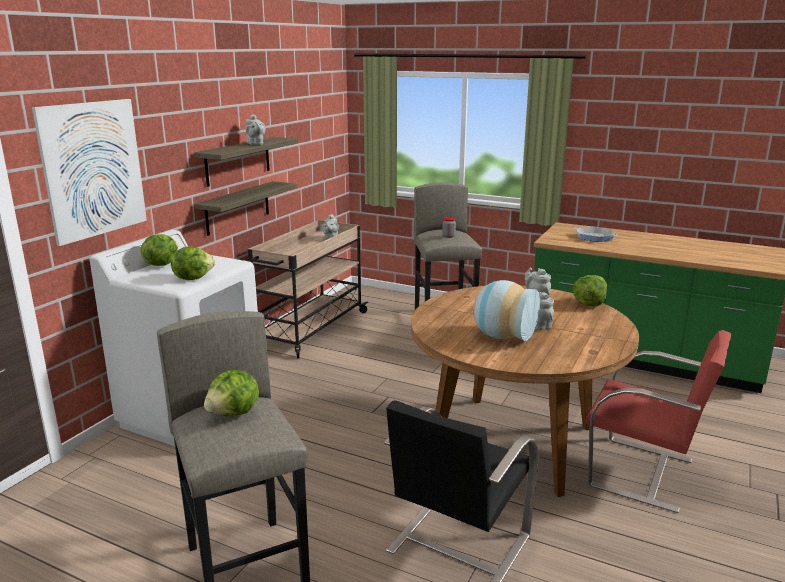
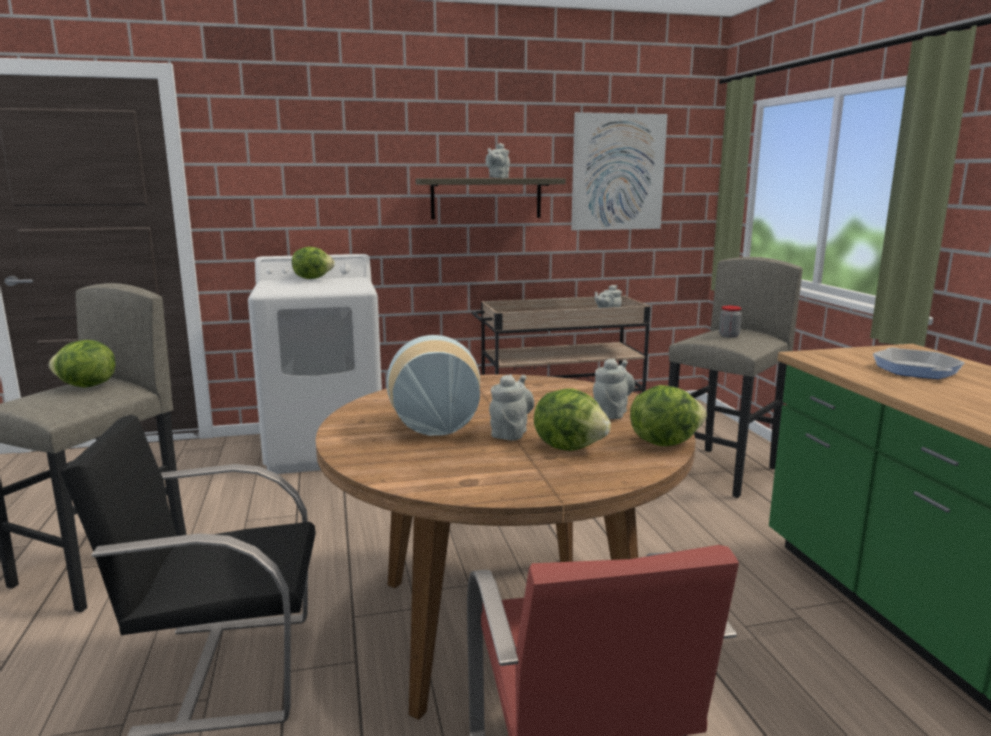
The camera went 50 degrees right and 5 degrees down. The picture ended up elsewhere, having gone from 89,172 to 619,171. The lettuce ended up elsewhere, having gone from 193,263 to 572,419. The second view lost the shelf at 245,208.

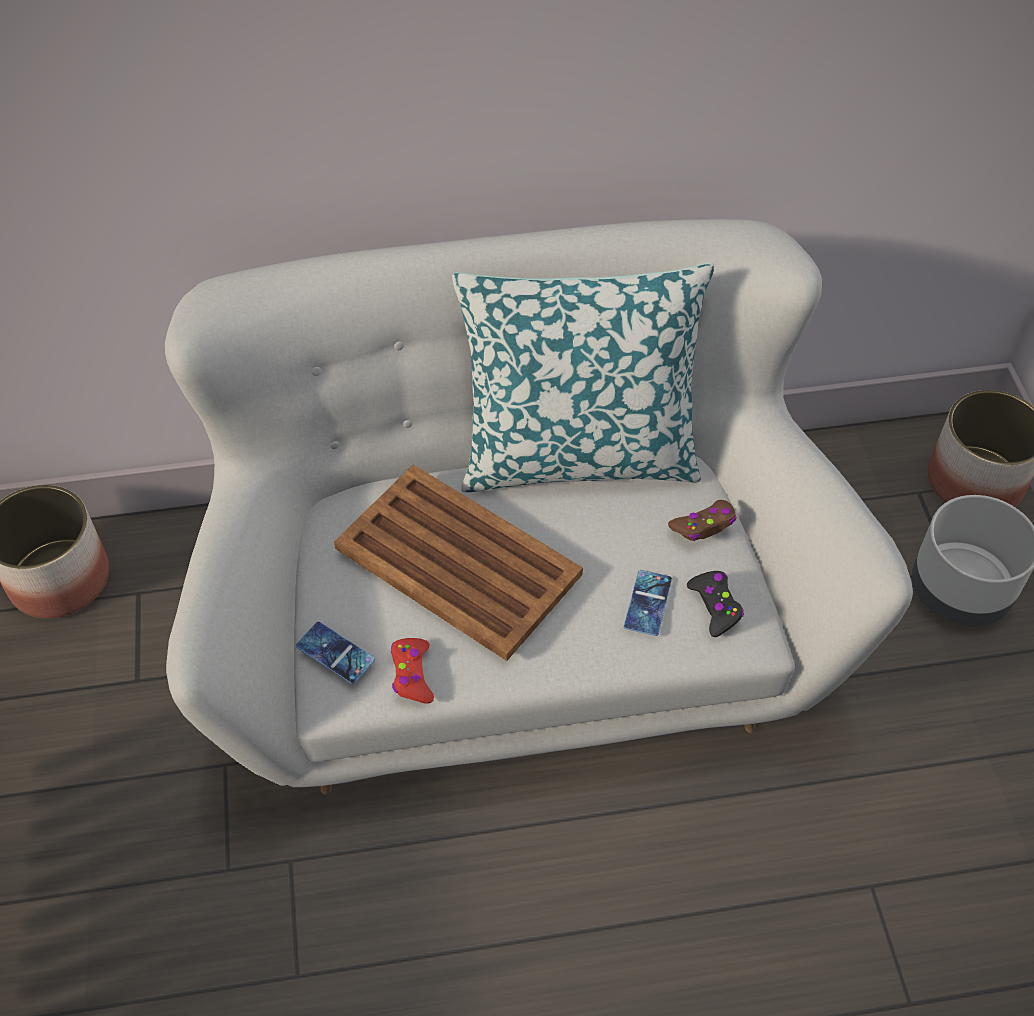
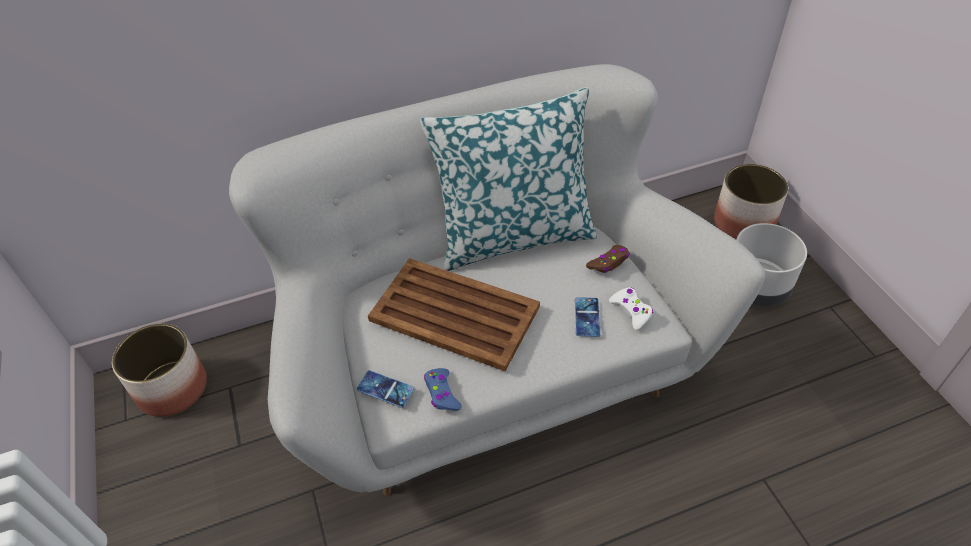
The camera went 10 degrees left and 5 degrees down. What was the red_game_controller at 412,671 turned into the blue_game_controller at 443,389. What was the black_game_controller at 715,604 turned into the white_game_controller at 631,308.

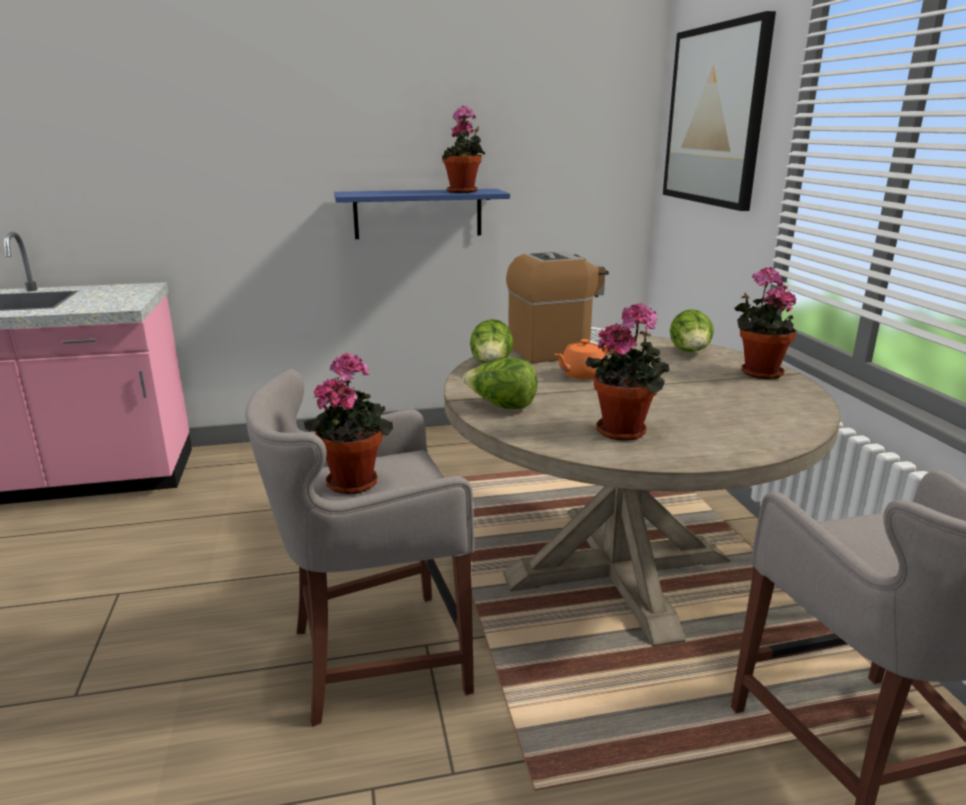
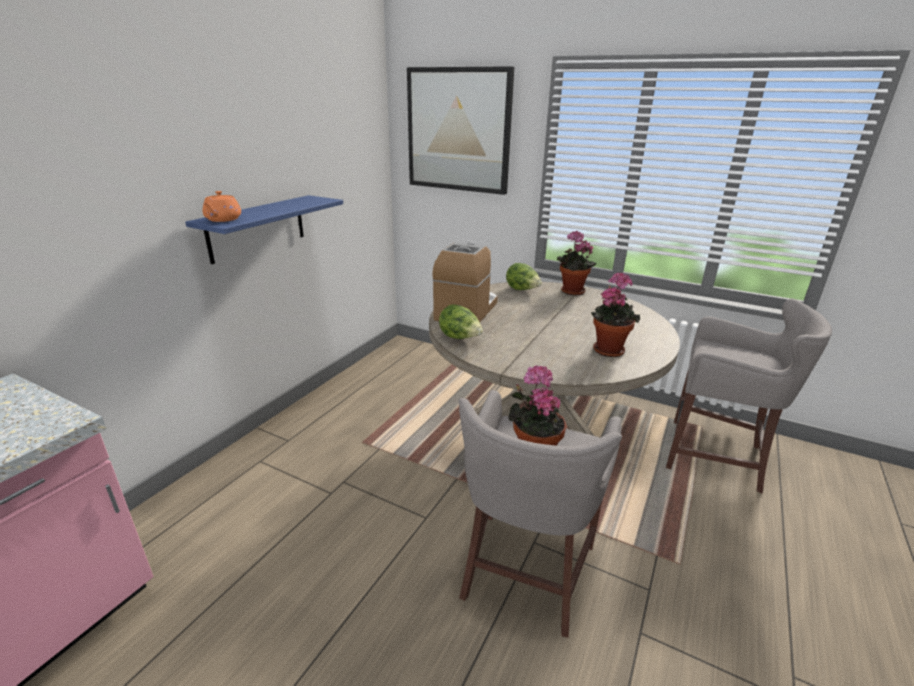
The camera went 50 degrees left and 5 degrees up. The second view lost the potted_plant at 463,149. The second view lost the lettuce at 500,383. The orange_teapot ended up elsewhere, having gone from 581,359 to 222,206.

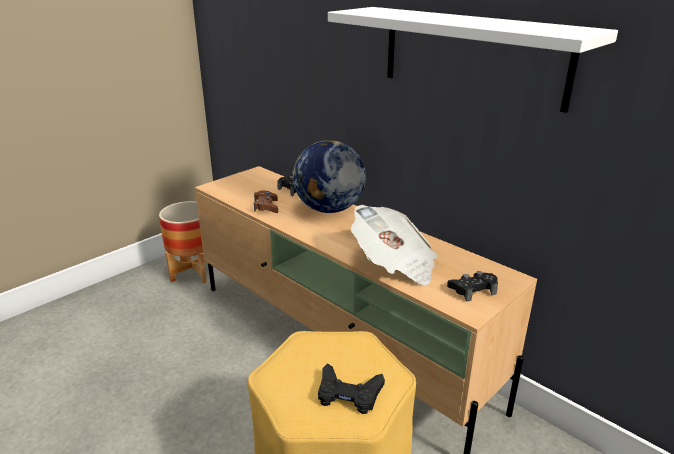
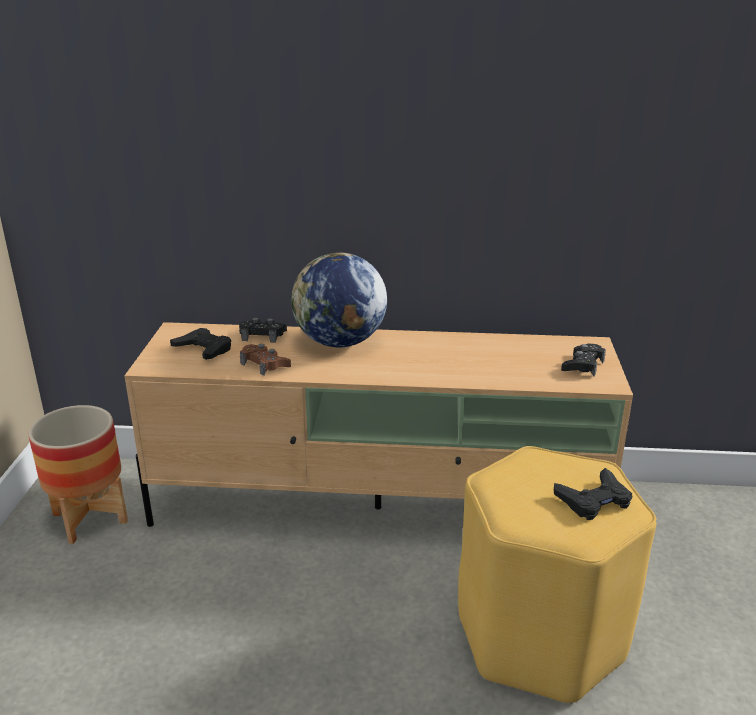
The camera went 40 degrees left and 0 degrees up. The second view lost the white_shelf at 473,60. The second view lost the newspaper at 394,245. The second view gained the black_game_controller at 200,344.

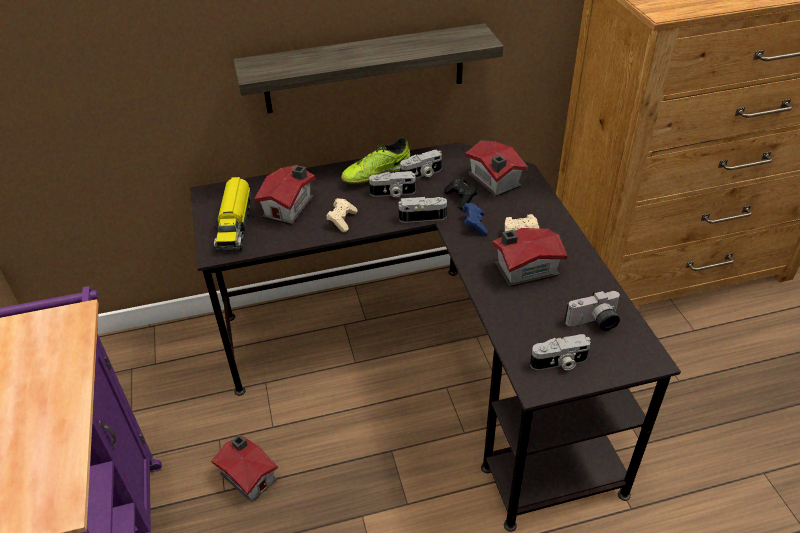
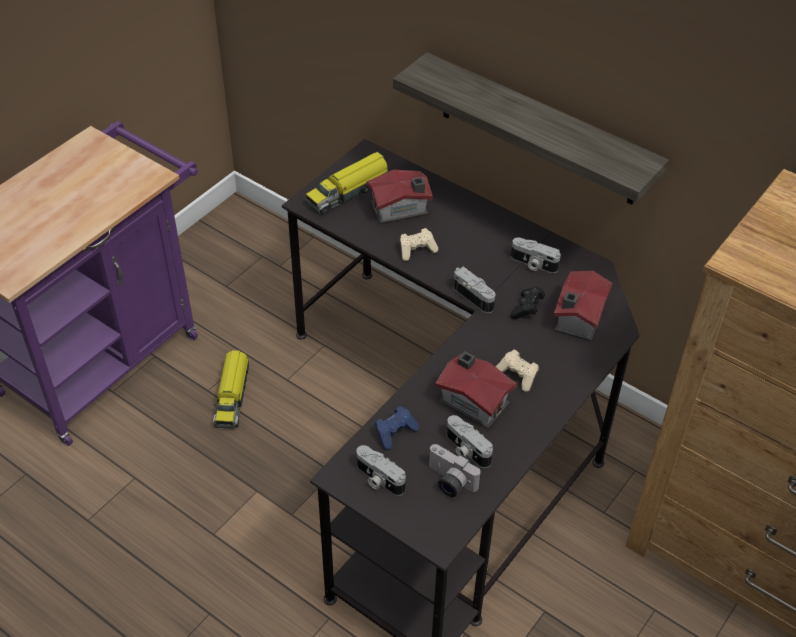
The camera went 50 degrees right and 5 degrees up. Where the toy_house stood at 244,469, the toy_truck came to stand at 231,389. The second view lost the shoe at 375,161. The photo_camera ended up elsewhere, having gone from 392,184 to 469,441. The blue_game_controller ended up elsewhere, having gone from 475,219 to 396,428.

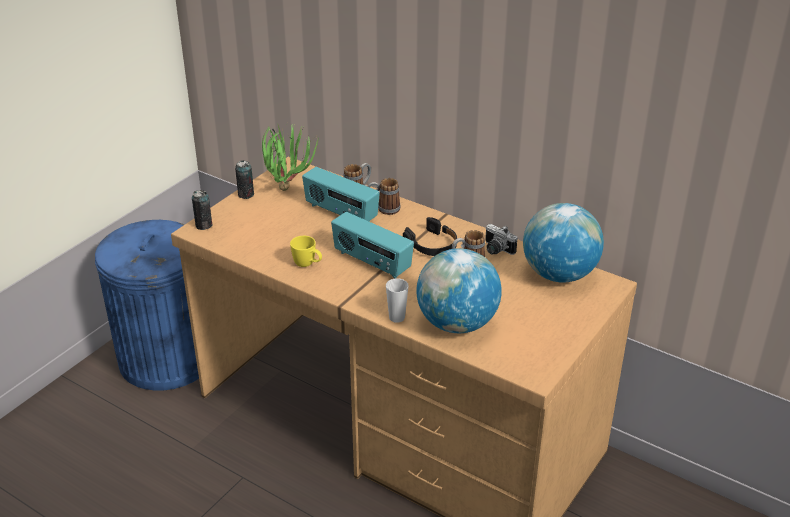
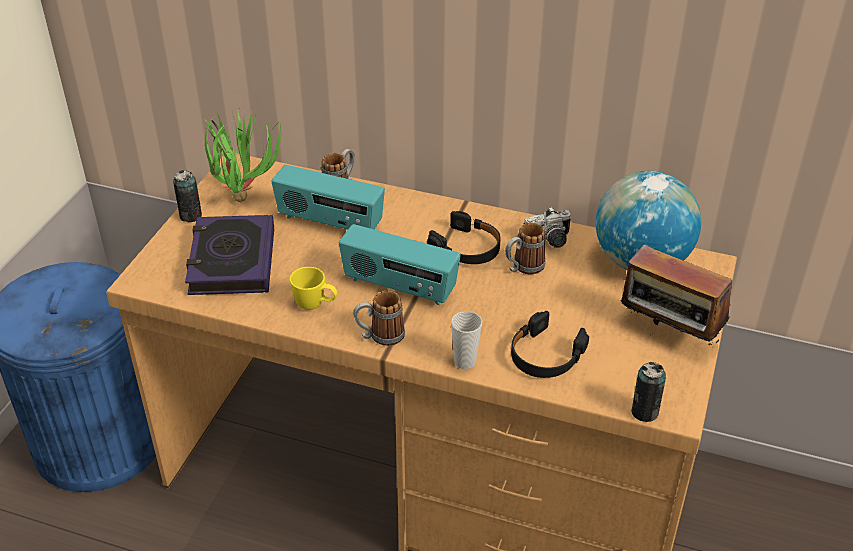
The camera went 15 degrees left and 5 degrees up. The can ended up elsewhere, having gone from 202,210 to 648,392. The mug ended up elsewhere, having gone from 384,196 to 379,318. Where the globe stood at 459,290, the black_headphones came to stand at 550,344. The photo_camera at 501,239 ended up facing another way, 45 degrees counterclockwise from before. The second view gained the book at 229,255. The second view gained the radio at 676,295.

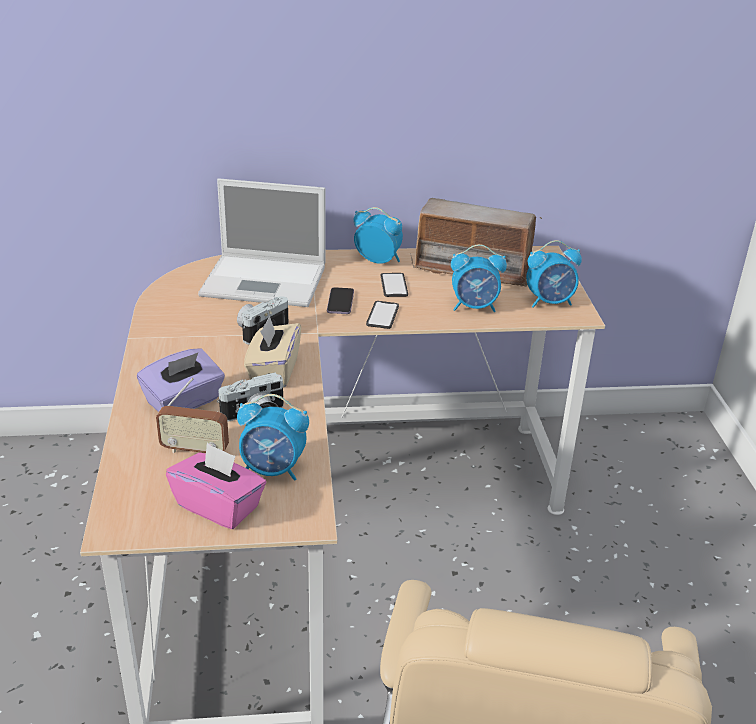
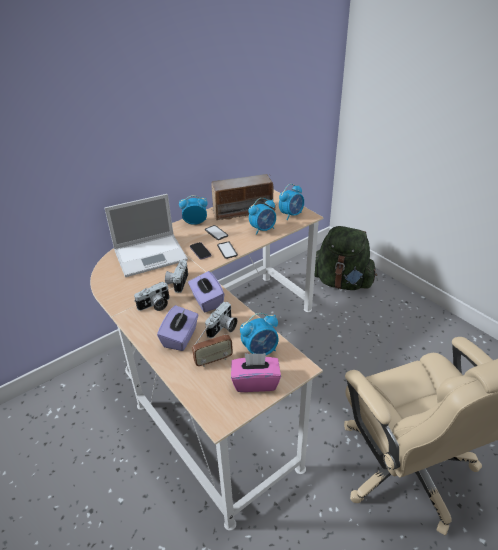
The camera went 30 degrees left and 5 degrees up. What was the beige_tissue_box at 272,351 turned into the purple_tissue_box at 206,291. The second view gained the photo_camera at 152,296. The second view gained the green_backpack at 345,258.

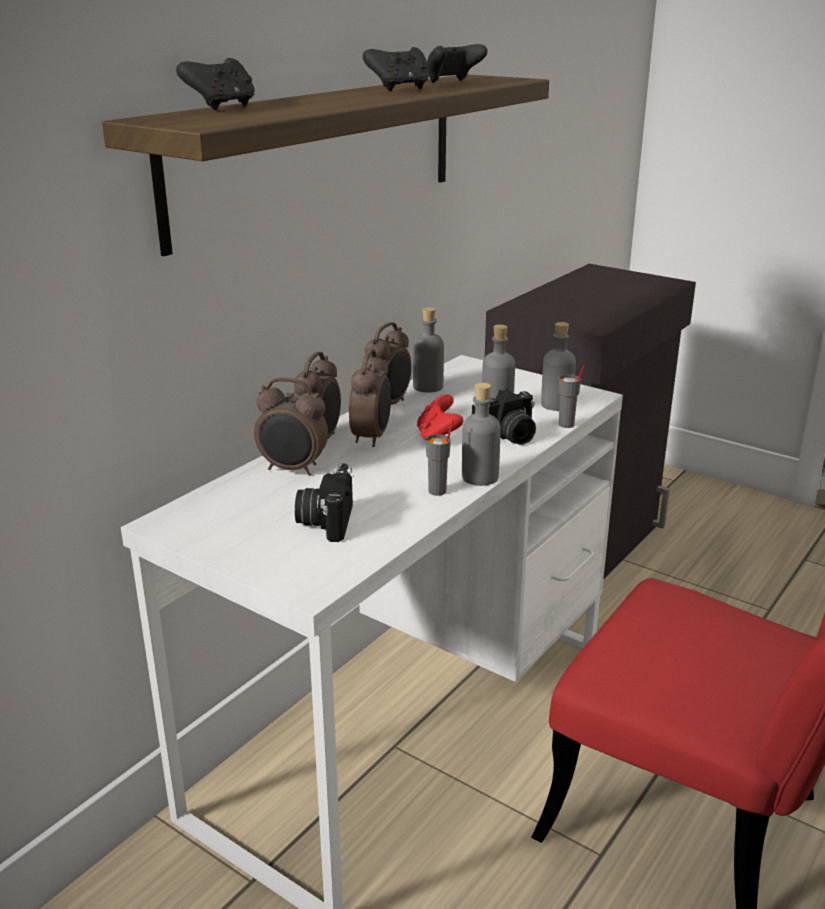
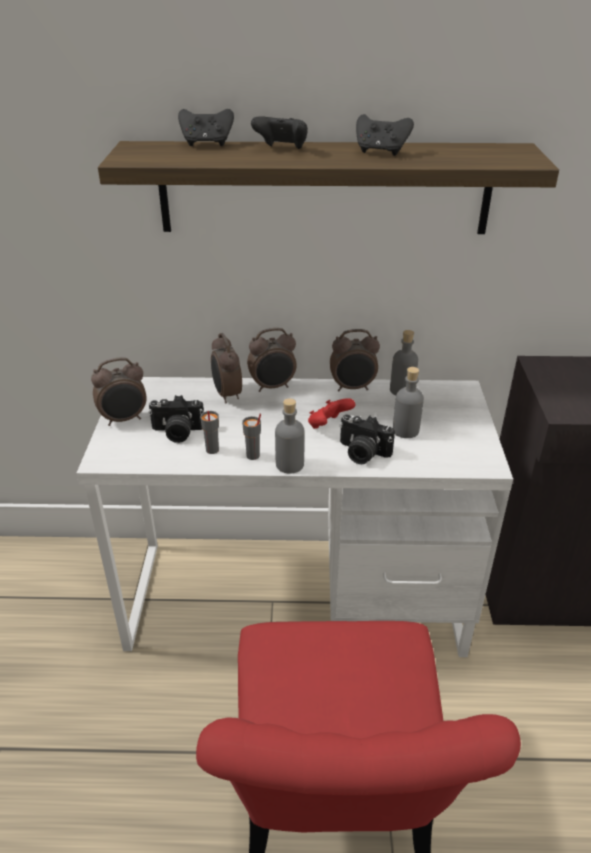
The camera went 55 degrees right and 10 degrees up. The photo_camera at 324,503 ended up facing another way, 150 degrees counterclockwise from before. The alarm_clock ended up elsewhere, having gone from 370,398 to 119,391. The black_game_controller ended up elsewhere, having gone from 457,63 to 279,132. The second view lost the grey_bottle at 558,366. The grey_cup ended up elsewhere, having gone from 572,396 to 209,432.

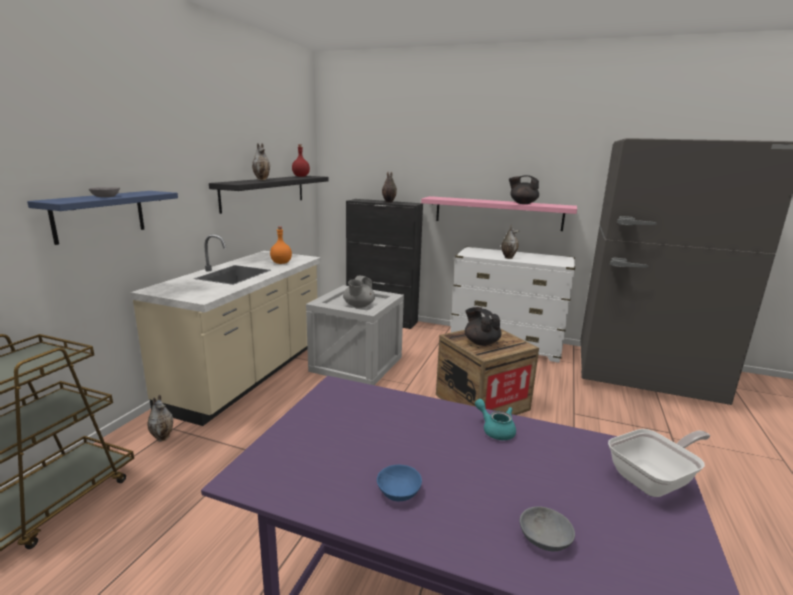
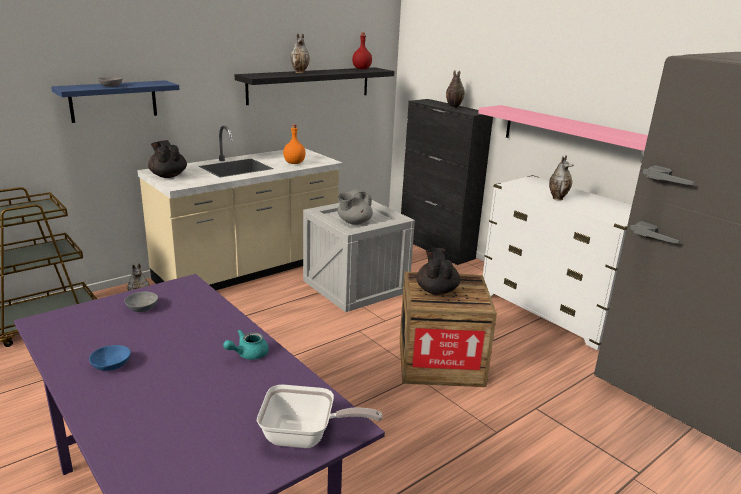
The camera went 30 degrees right and 5 degrees up. The turquoise_teapot at 495,419 ended up facing another way, 120 degrees counterclockwise from before. The black_teapot ended up elsewhere, having gone from 524,189 to 167,159. The grey_bowl ended up elsewhere, having gone from 547,529 to 141,301.

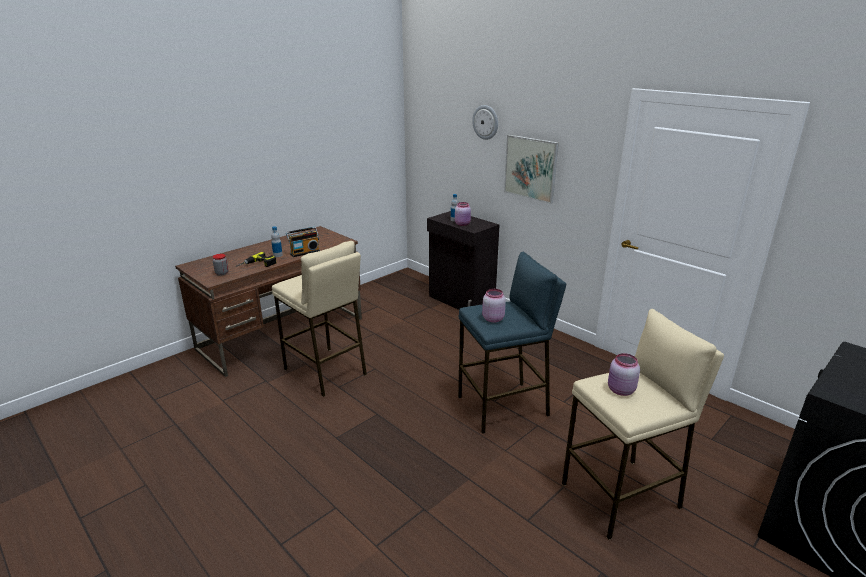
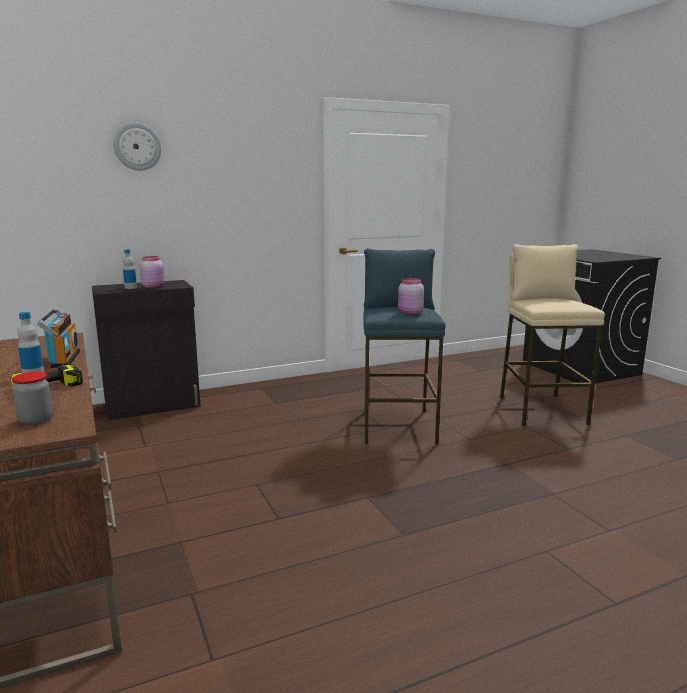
The camera went 70 degrees left and 10 degrees down. The second view lost the beige_stool at 319,319. The second view lost the picture at 531,169. The second view lost the pink_jar at 624,374.

